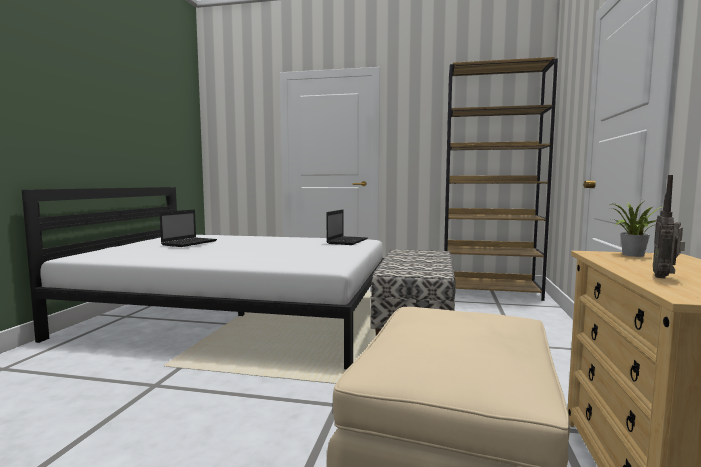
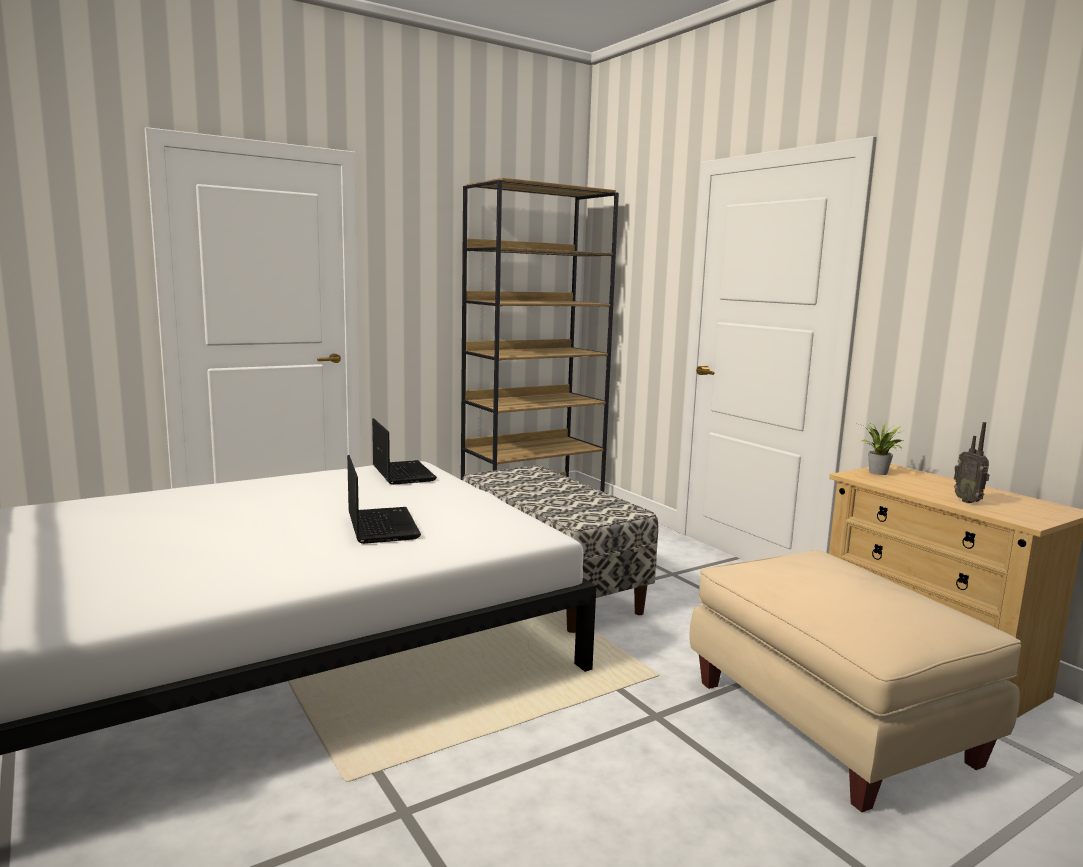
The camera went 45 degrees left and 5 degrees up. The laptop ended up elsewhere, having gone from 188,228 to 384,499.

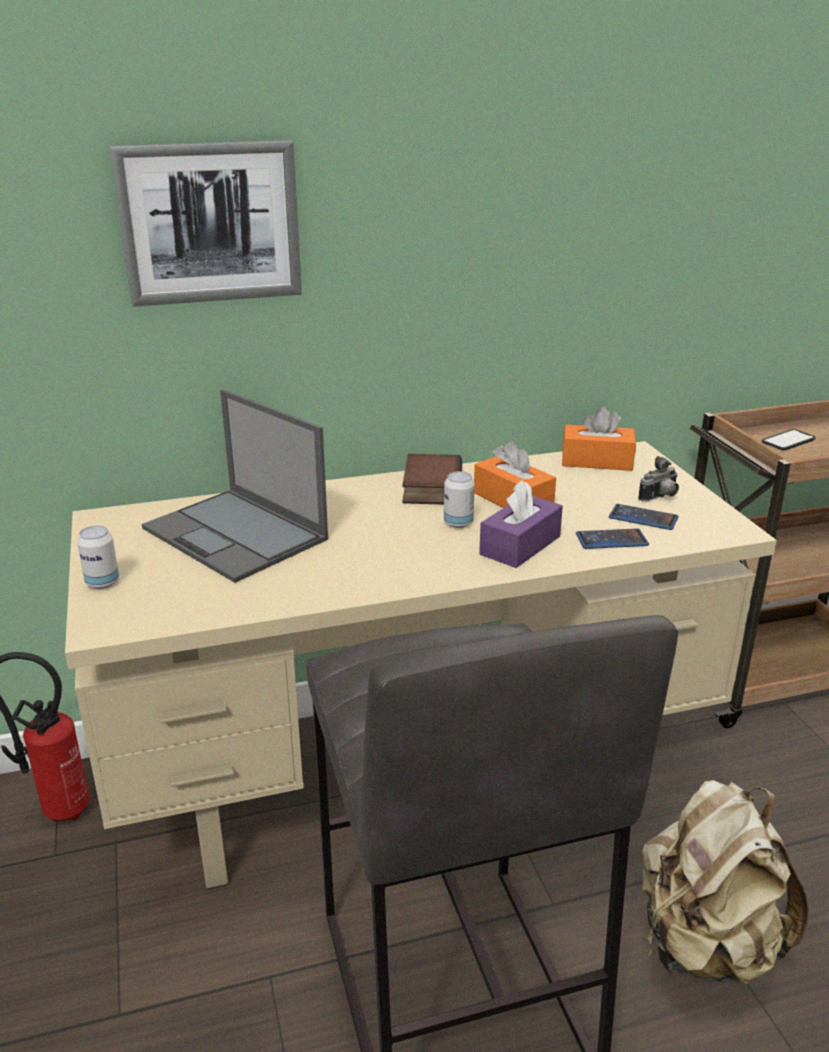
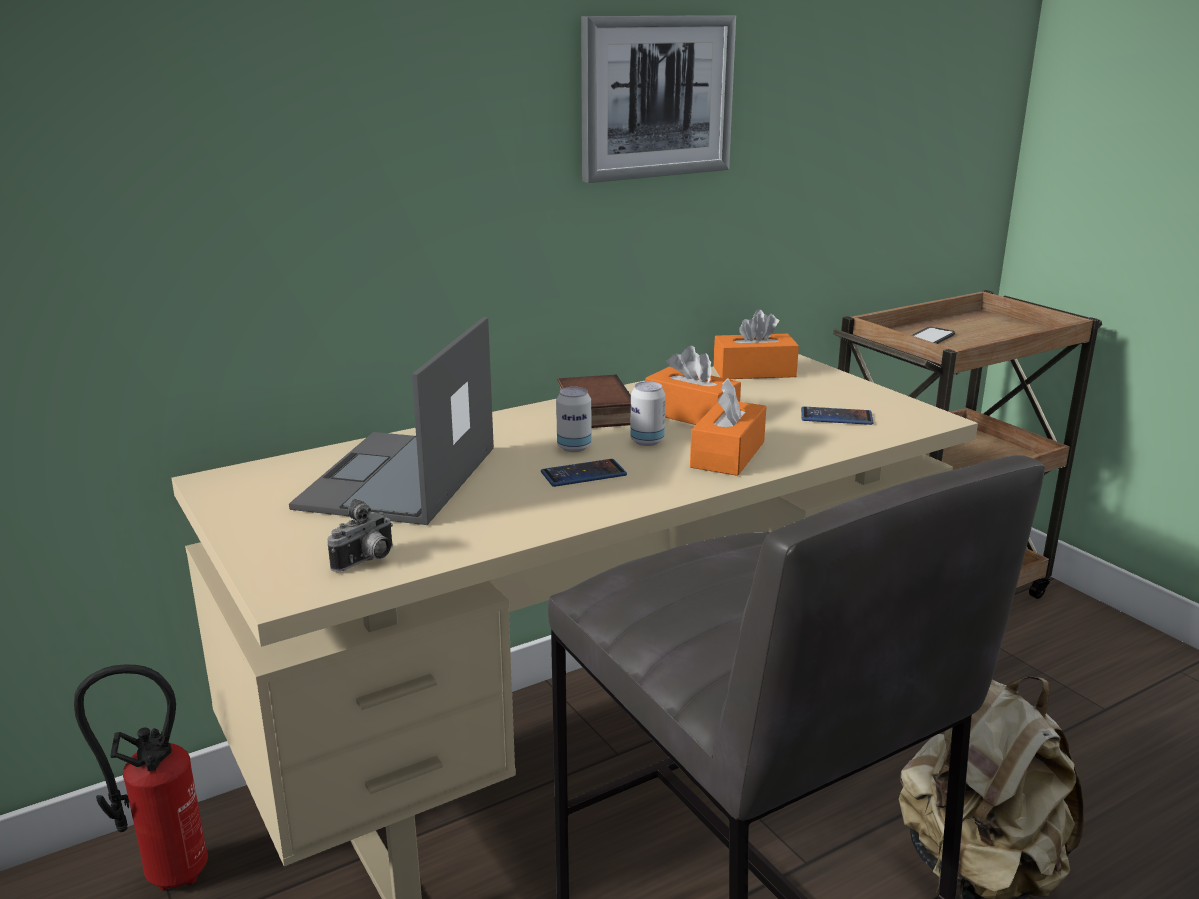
The camera went 15 degrees left and 5 degrees down. The can ended up elsewhere, having gone from 98,557 to 573,419. The picture ended up elsewhere, having gone from 206,223 to 658,99. The laptop at 235,486 ended up facing another way, 75 degrees clockwise from before. What was the purple_tissue_box at 521,524 turned into the orange_tissue_box at 728,427. The phone ended up elsewhere, having gone from 612,538 to 584,473. The photo_camera ended up elsewhere, having gone from 658,479 to 360,535.

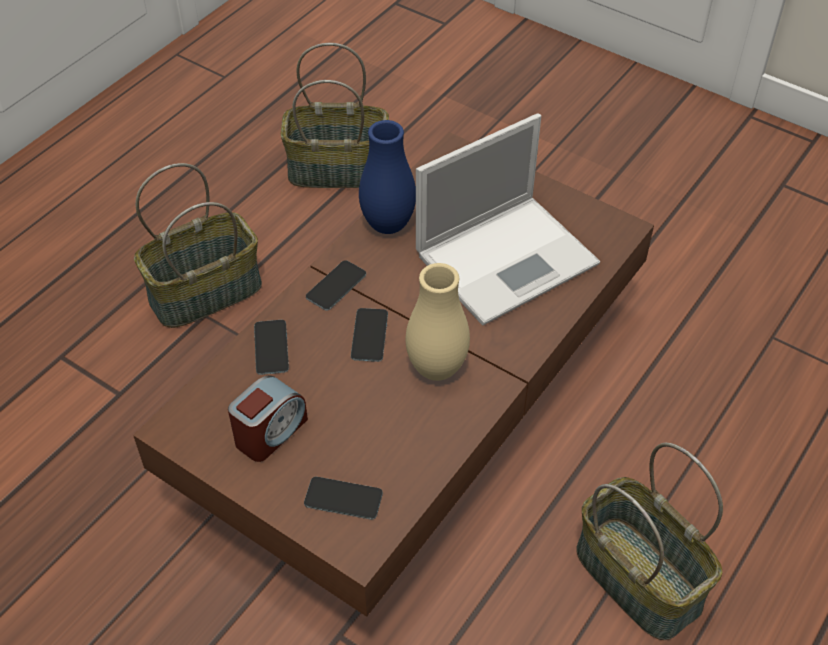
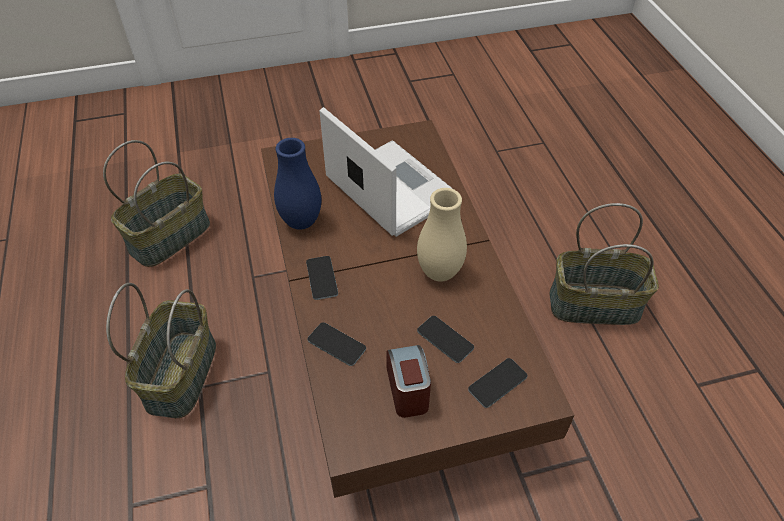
The camera went 50 degrees left and 0 degrees up. The phone ended up elsewhere, having gone from 369,335 to 445,339. The laptop at 508,219 ended up facing another way, 45 degrees counterclockwise from before.

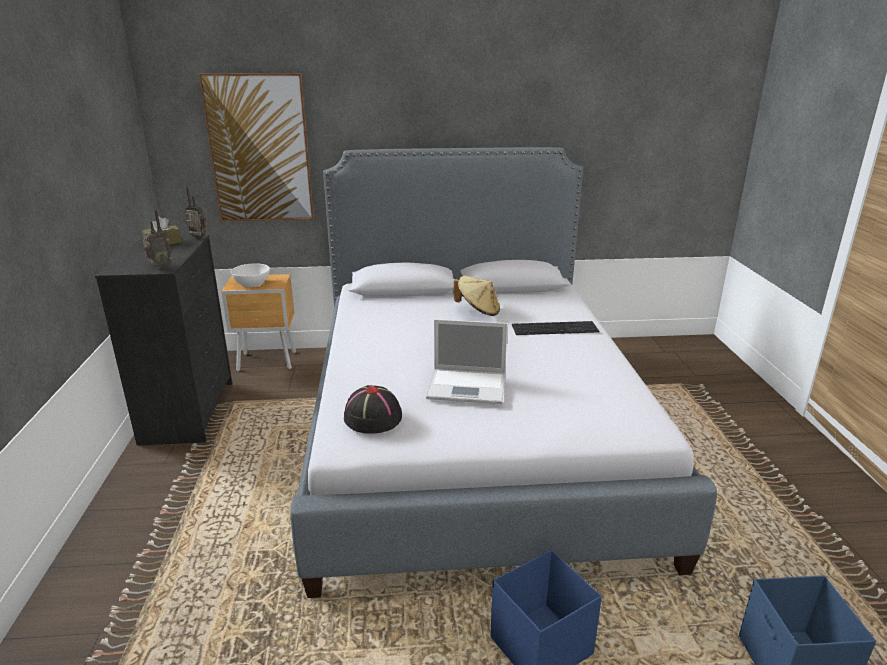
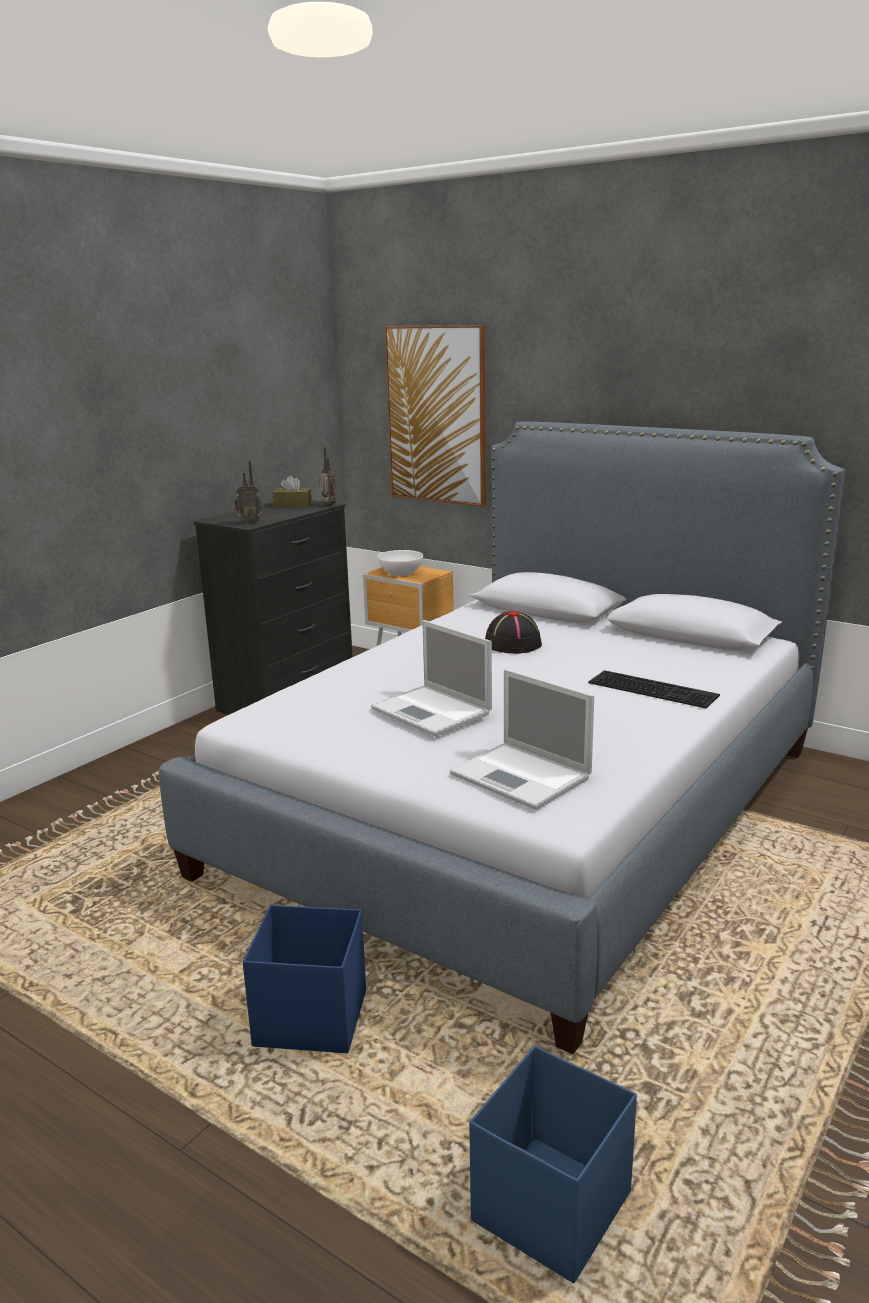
The camera went 40 degrees right and 5 degrees down. The black_hat ended up elsewhere, having gone from 373,409 to 513,632. The second view lost the beige_hat at 476,296. The second view gained the laptop at 522,739.

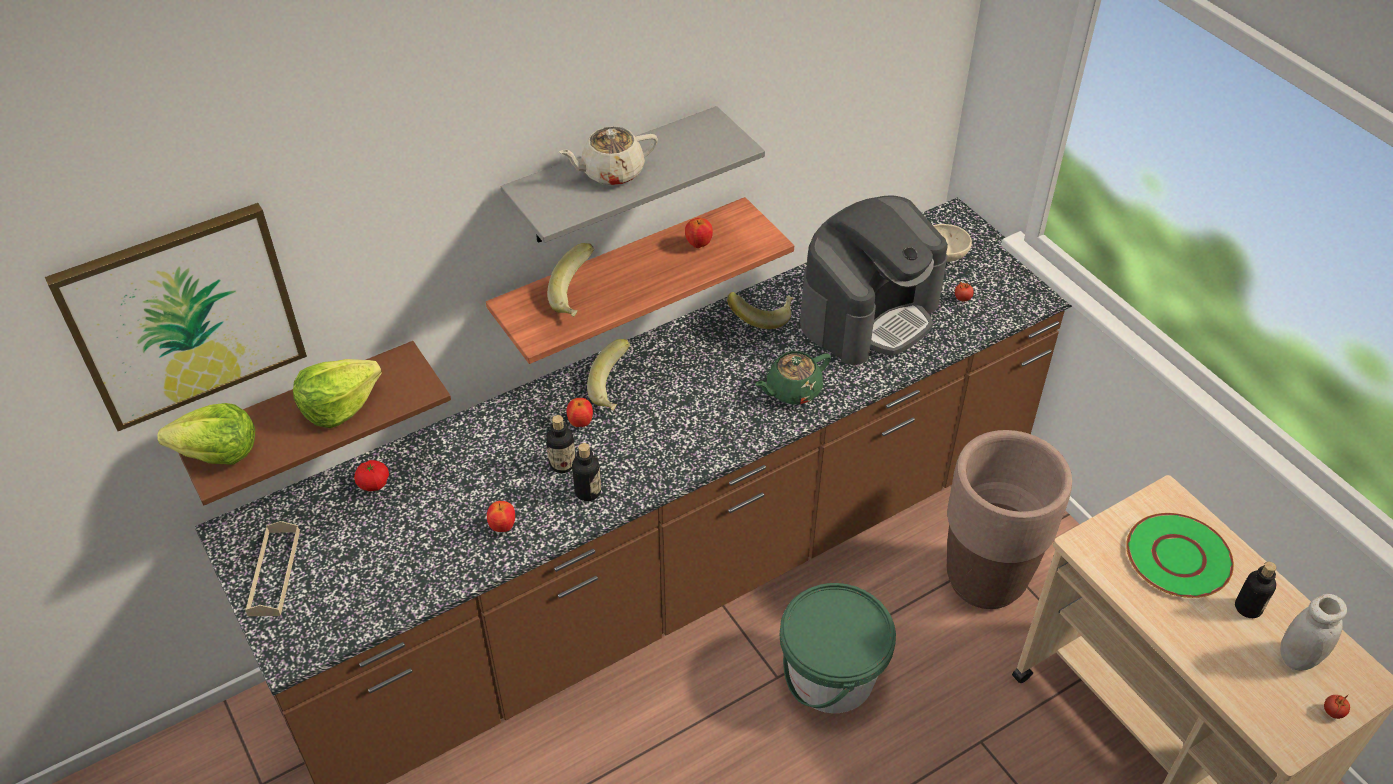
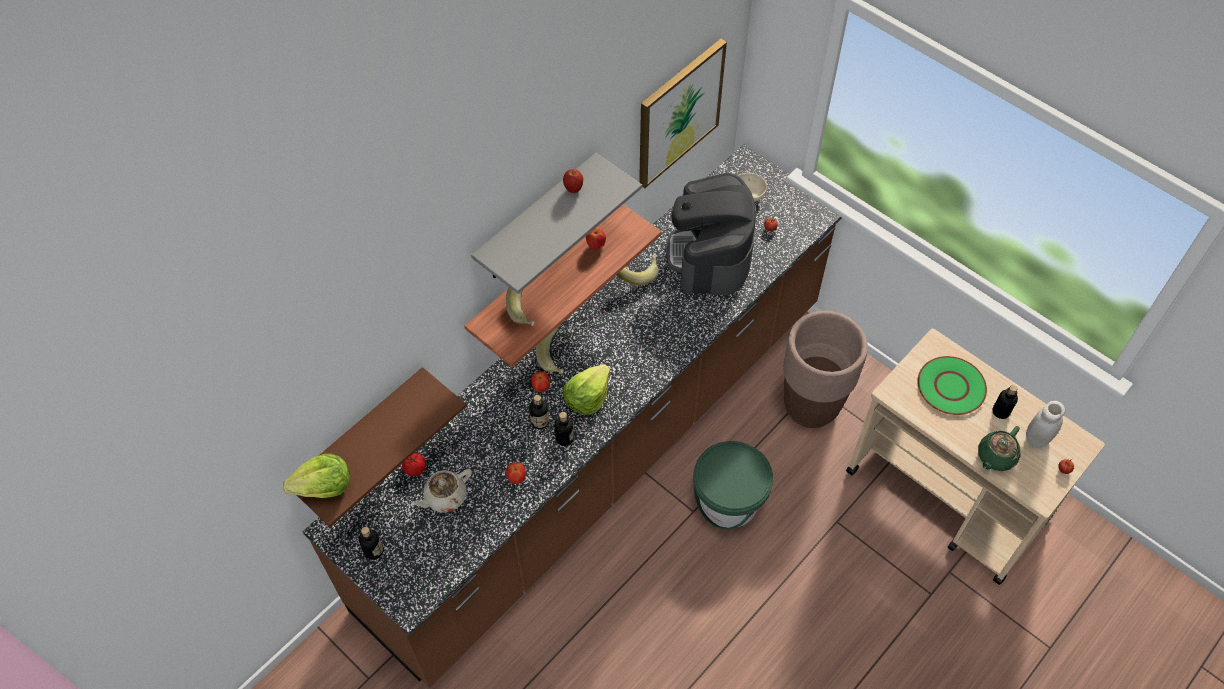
The camera went 15 degrees left and 10 degrees up. The picture ended up elsewhere, having gone from 176,317 to 683,113. Where the beige_tray stood at 272,568, the bottle came to stand at 371,543. The lettuce ended up elsewhere, having gone from 337,393 to 586,389. The beige_teapot ended up elsewhere, having gone from 608,156 to 441,491. The green_teapot ended up elsewhere, having gone from 793,378 to 999,448. The coffee_machine at 874,280 ended up facing another way, 150 degrees clockwise from before. The second view gained the apple at 573,181.

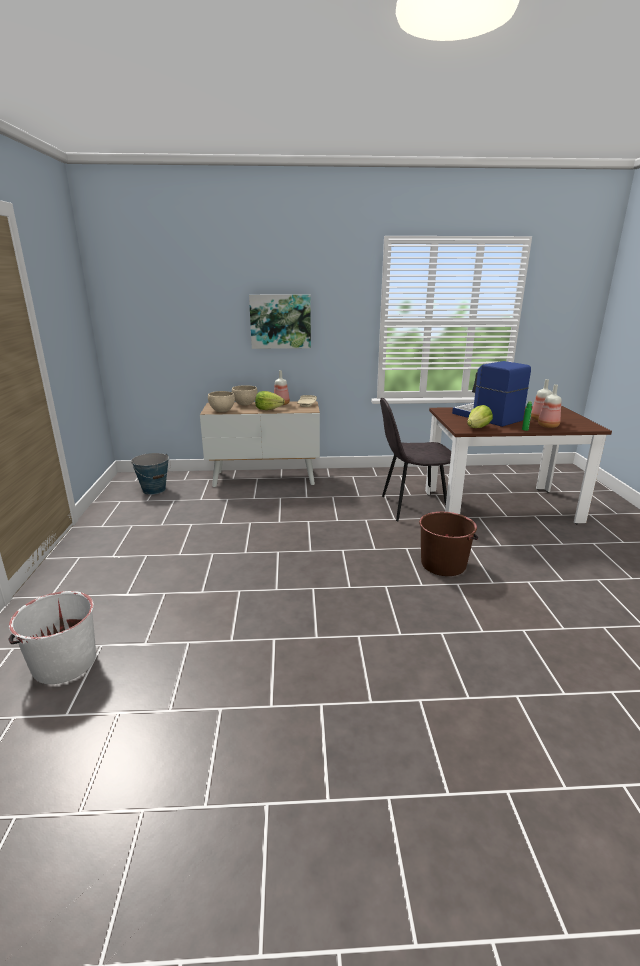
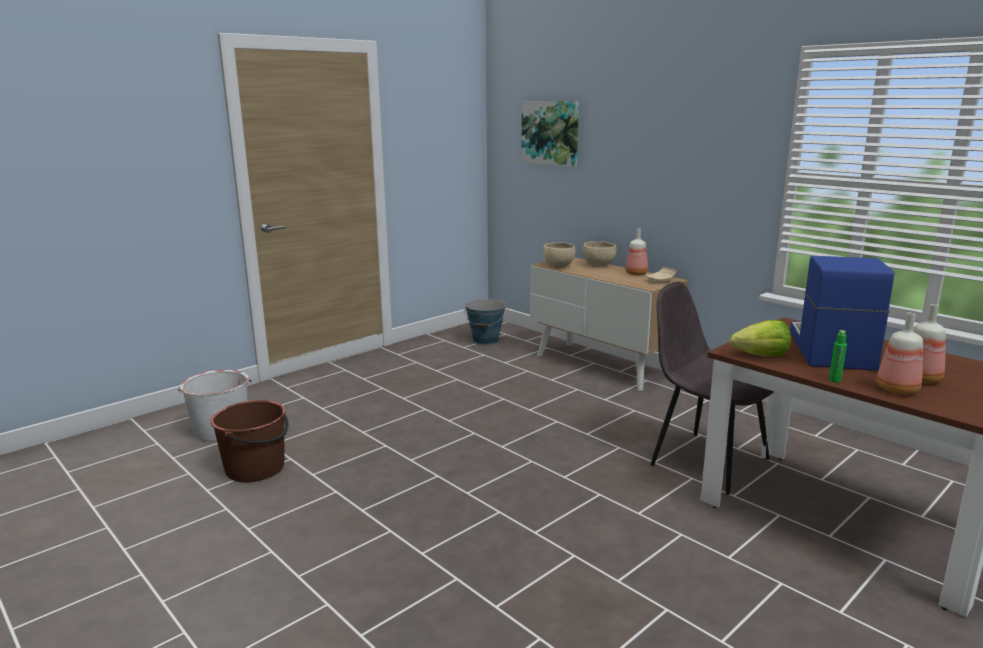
The camera went 50 degrees right and 5 degrees down. The picture ended up elsewhere, having gone from 280,321 to 550,134. The second view lost the lettuce at 270,400. The brown_bucket ended up elsewhere, having gone from 448,544 to 249,441.

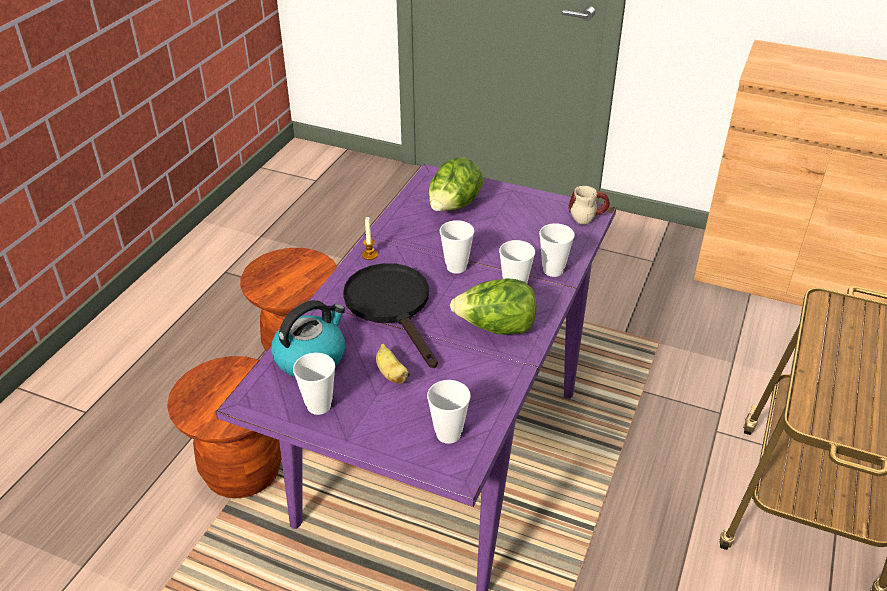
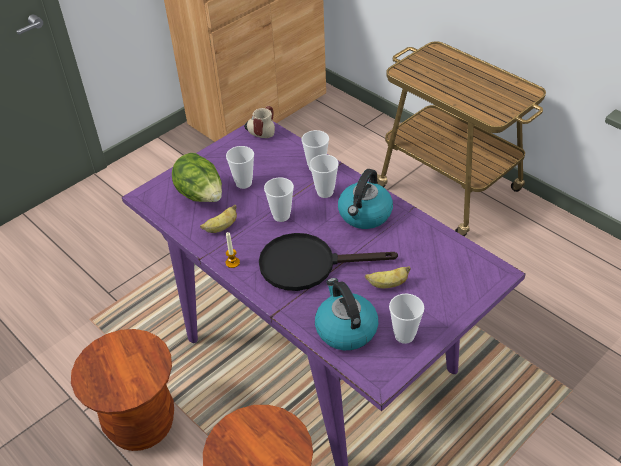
The camera went 65 degrees left and 5 degrees up. The cup ended up elsewhere, having gone from 449,412 to 240,167. Where the lettuce stood at 493,306, the kettle came to stand at 365,199. The second view gained the banana at 218,219.

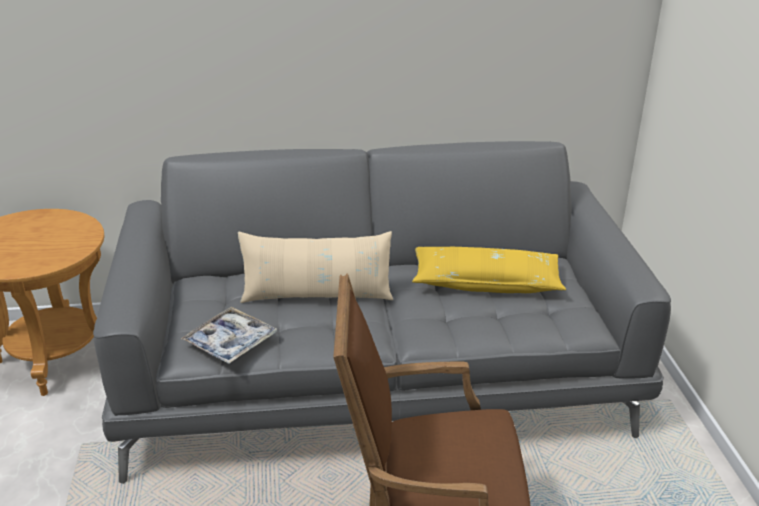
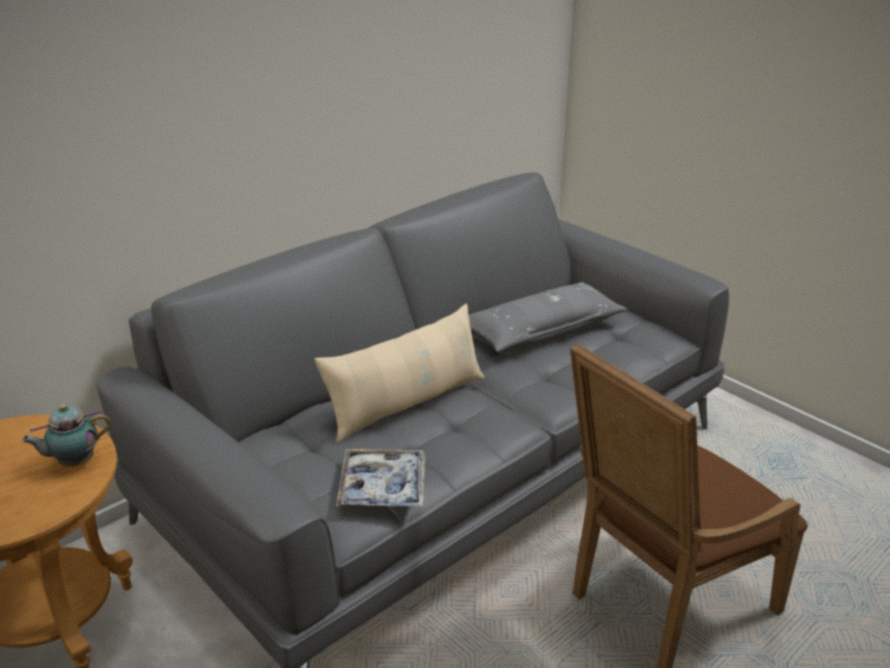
The camera went 35 degrees left and 0 degrees up. What was the yellow_pillow at 489,270 turned into the grey_pillow at 548,317. The second view gained the teapot at 66,435.

